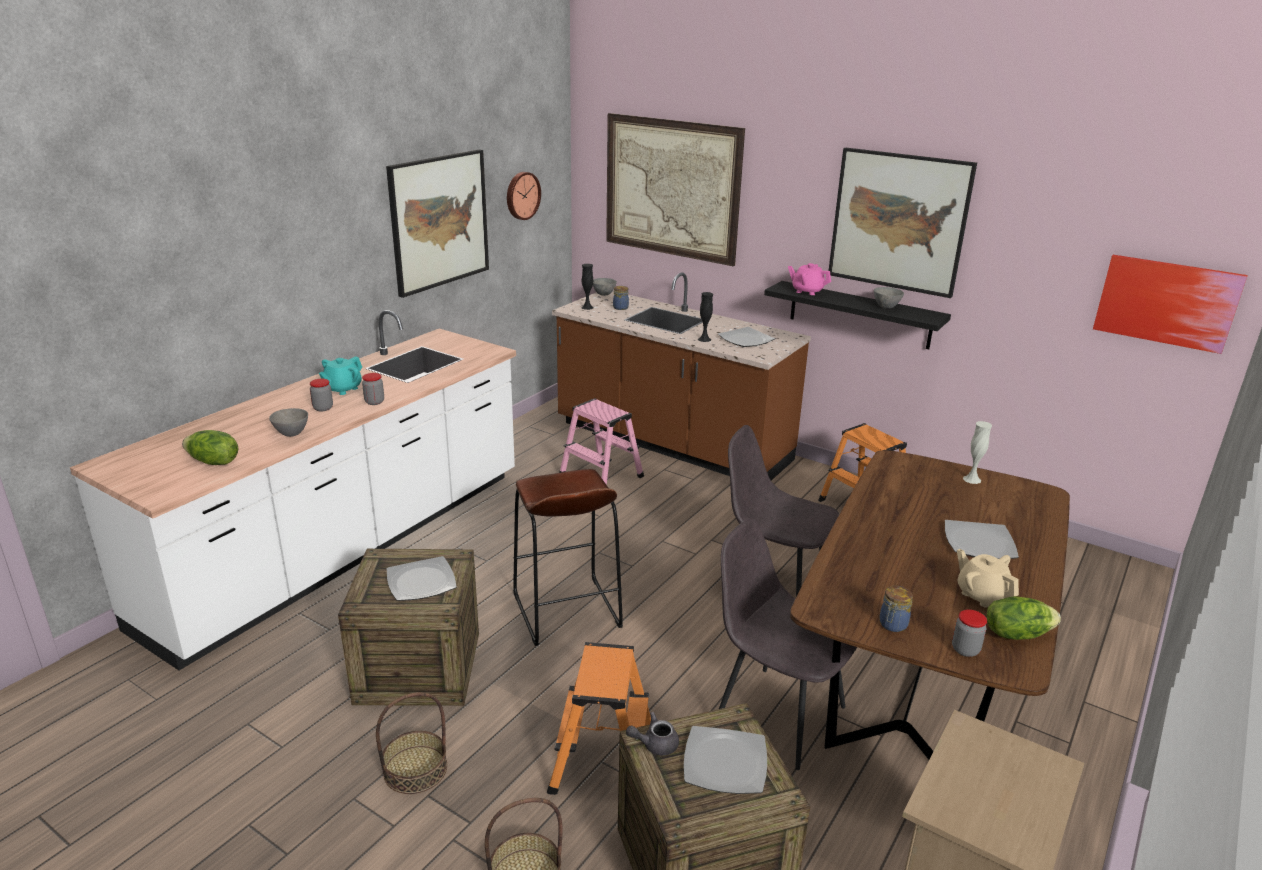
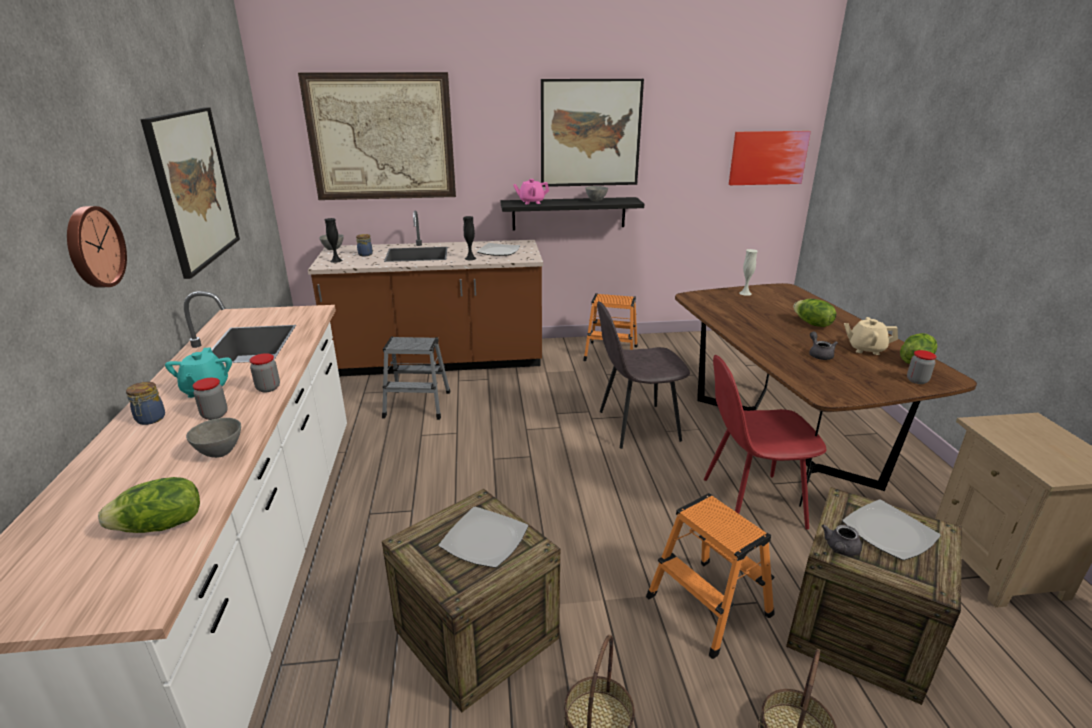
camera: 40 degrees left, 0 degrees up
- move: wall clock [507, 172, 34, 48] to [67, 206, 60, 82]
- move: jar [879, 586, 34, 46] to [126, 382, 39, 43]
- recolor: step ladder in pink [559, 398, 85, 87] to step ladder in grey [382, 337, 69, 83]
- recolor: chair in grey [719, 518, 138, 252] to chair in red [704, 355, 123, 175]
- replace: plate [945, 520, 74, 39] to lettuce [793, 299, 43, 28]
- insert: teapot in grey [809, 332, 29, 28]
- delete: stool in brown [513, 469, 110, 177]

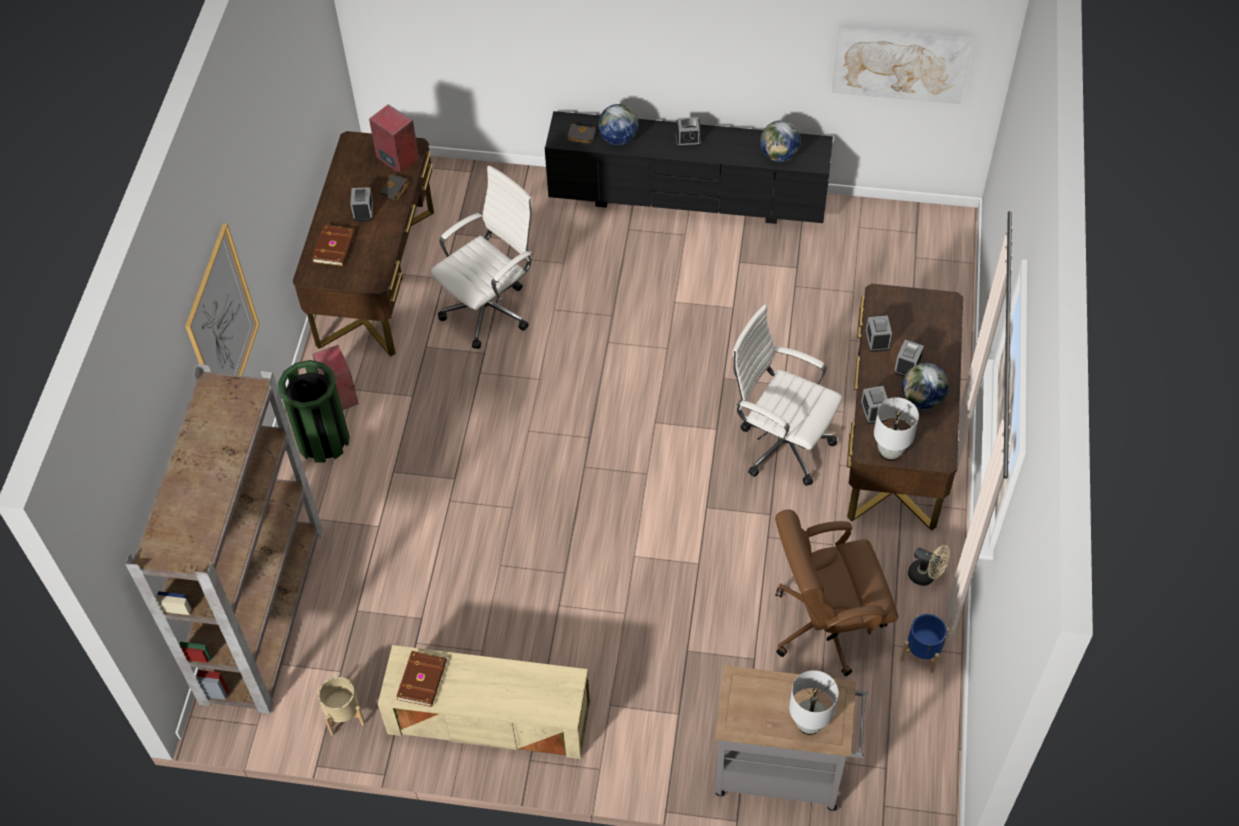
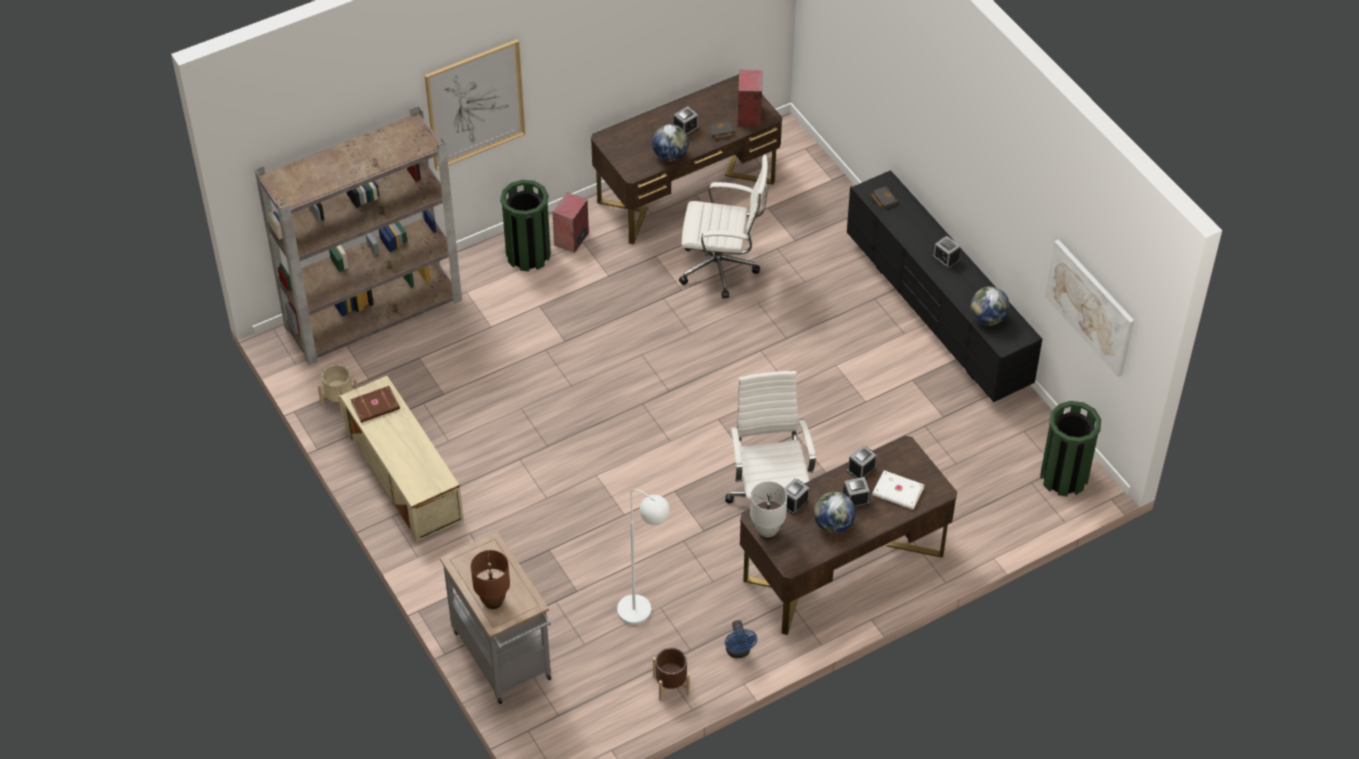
camera: 50 degrees right, 5 degrees down
- recolor: table lamp in white [789, 670, 50, 65] to table lamp in brown [471, 550, 39, 59]
- replace: office chair in brown [775, 510, 123, 166] to floor lamp in white [617, 489, 53, 136]
- move: globe [598, 104, 41, 41] to [652, 124, 37, 37]
- recolor: planter in blue [900, 614, 50, 59] to planter in brown [653, 648, 37, 53]
- recolor: fan in beige [908, 545, 42, 41] to fan in blue [725, 620, 32, 38]
- insert: book in white [872, 470, 52, 40]
- insert: trash can in green [1040, 401, 61, 95]
- delete: book in brown [312, 225, 43, 41]

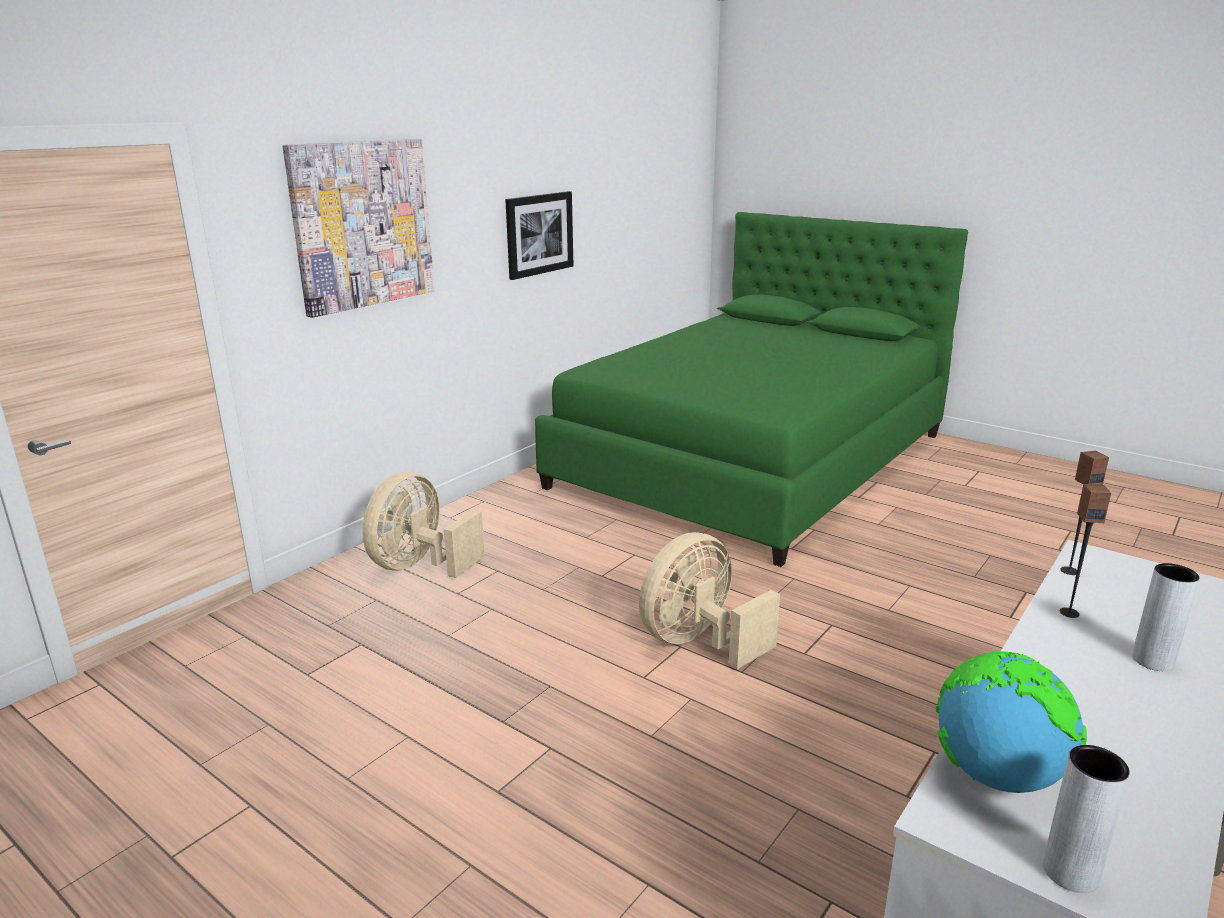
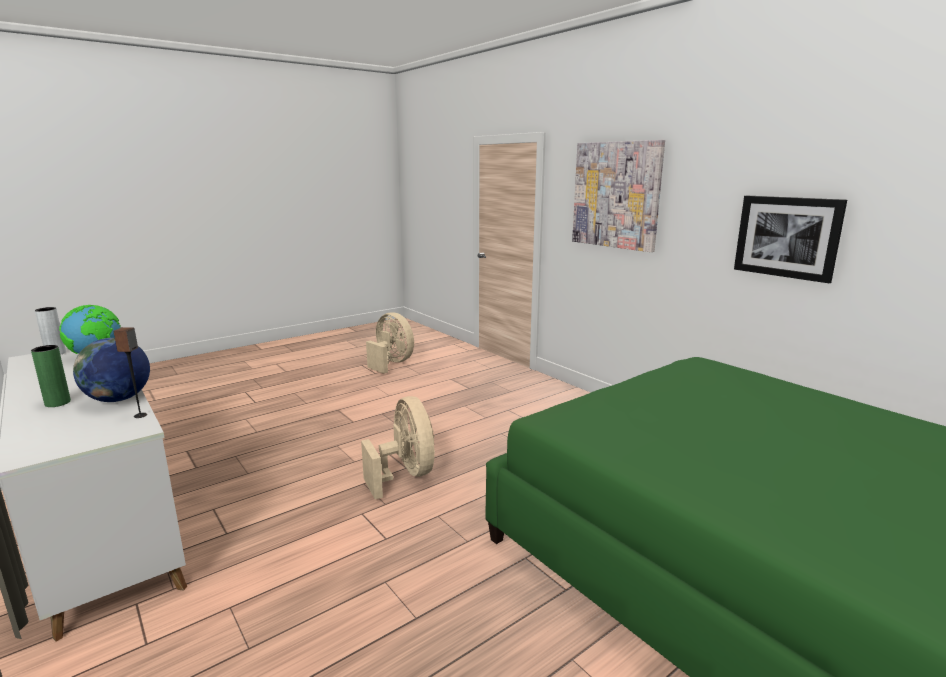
camera: 105 degrees right, 5 degrees down
- recolor: vase in grey [1132, 563, 68, 108] to vase in green [31, 345, 40, 62]
- replace: speaker [1060, 484, 51, 134] to globe [73, 338, 77, 64]
- move: fan in beige [362, 472, 123, 106] to [366, 312, 48, 62]

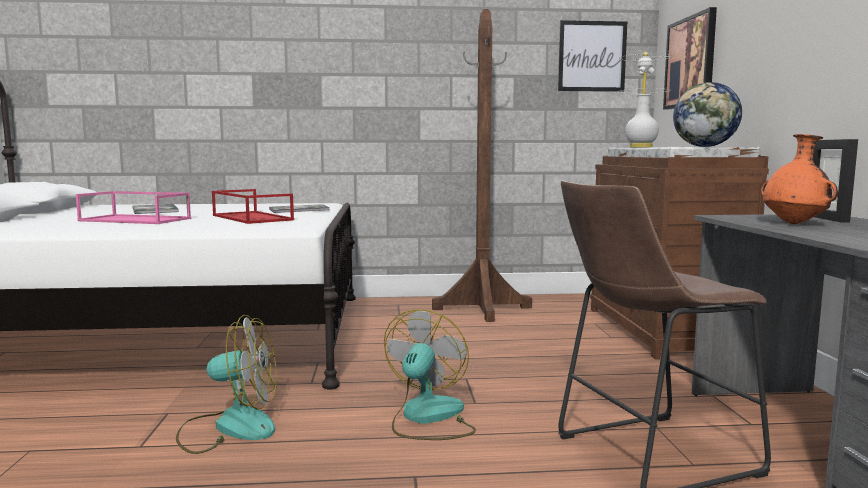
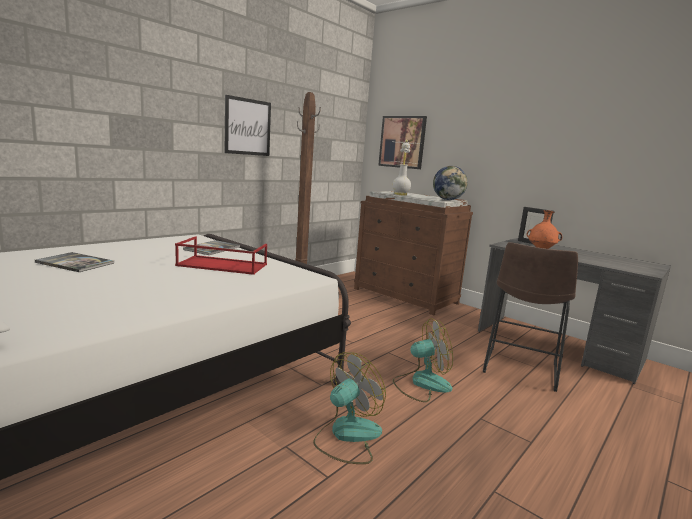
camera: 45 degrees left, 5 degrees up
- move: picture [558, 20, 69, 72] to [225, 95, 46, 61]
- rotate: fan [384, 309, 92, 131] = [393, 318, 60, 84] 105 degrees clockwise
- delete: tray in pink [76, 191, 115, 33]

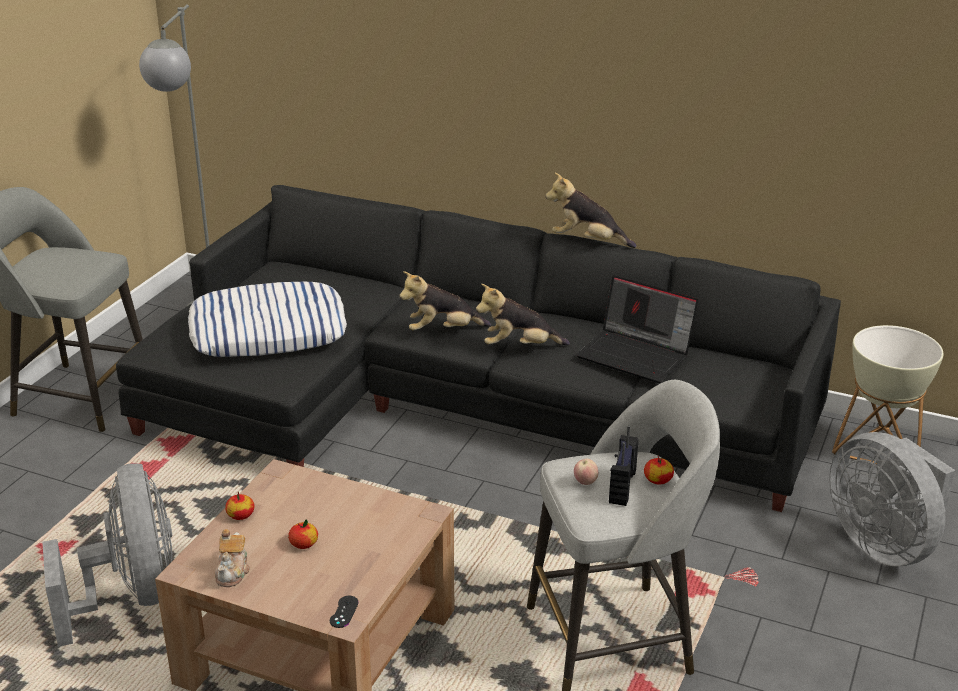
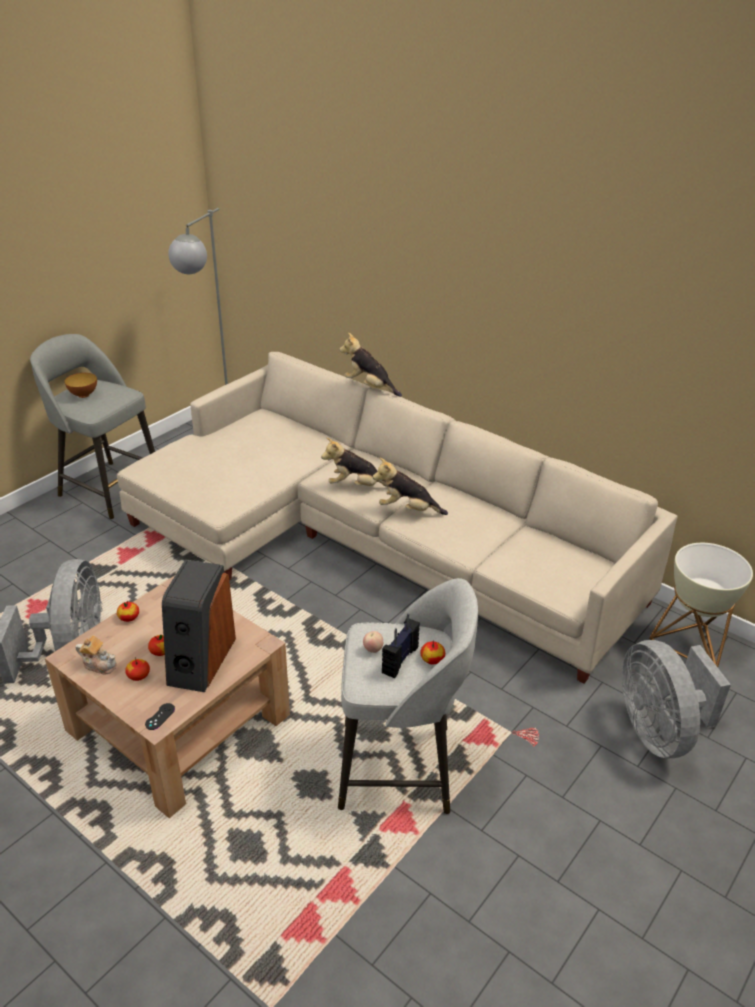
camera: 15 degrees right, 5 degrees up
- insert: bowl [64, 373, 33, 25]
- rotate: teapot [215, 529, 35, 58] = [76, 636, 41, 39] 90 degrees counterclockwise
- recolor: sofa in black [116, 185, 725, 327] to sofa in beige [117, 352, 561, 331]
- insert: apple [125, 657, 25, 24]
- insert: speaker [162, 559, 74, 133]
- move: plush toy [545, 173, 92, 75] to [340, 333, 62, 64]
- delete: pillow [188, 282, 159, 75]
- delete: laptop [576, 275, 122, 108]

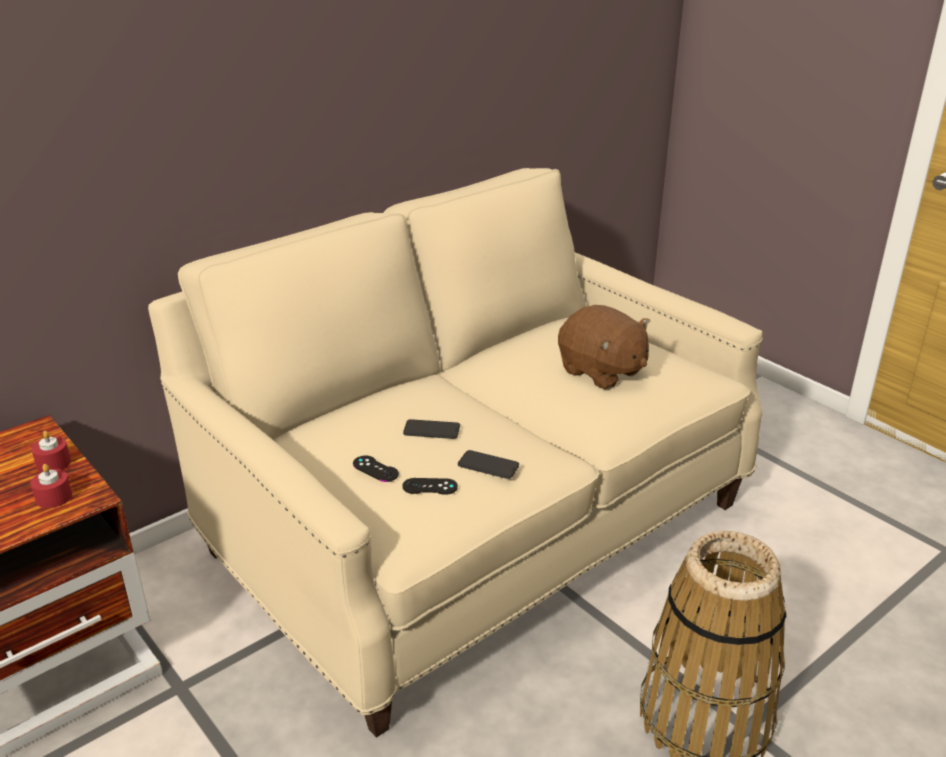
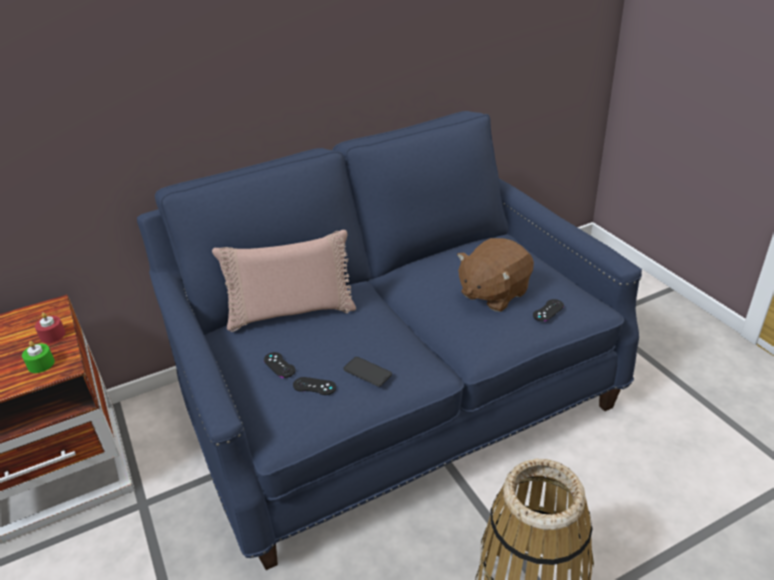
camera: 15 degrees right, 5 degrees up
- recolor: candle in red [31, 464, 41, 44] to candle in green [22, 341, 33, 32]
- recolor: sofa in beige [148, 168, 615, 570] to sofa in blue [137, 111, 505, 459]
- insert: pillow in beige [212, 230, 144, 102]
- rotate: plush toy in brown [558, 305, 92, 85] = [457, 238, 77, 74] 75 degrees clockwise
- insert: game controller in black [533, 299, 31, 22]
- delete: phone [403, 419, 57, 20]

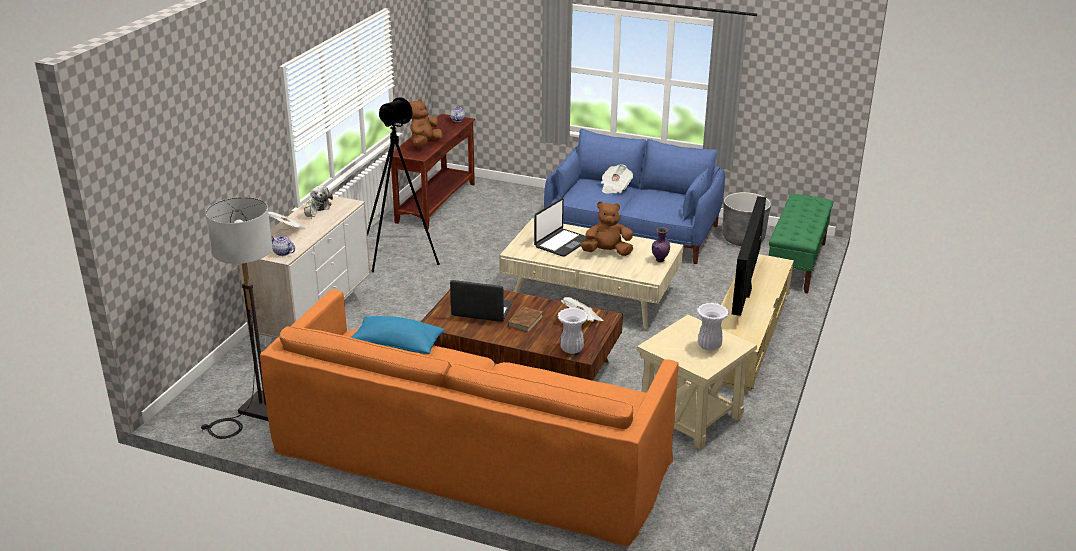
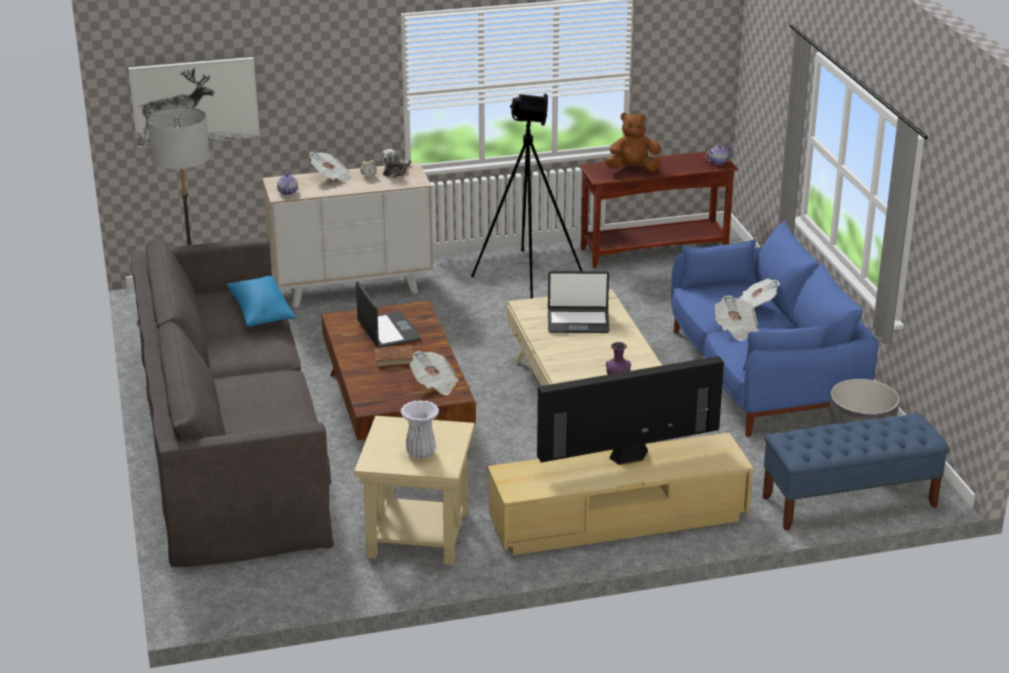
camera: 55 degrees right, 0 degrees up
- insert: picture [128, 57, 132, 91]
- recolor: sofa in orange [260, 289, 419, 257] to sofa in grey [131, 237, 203, 330]
- insert: newspaper [715, 296, 44, 45]
- recolor: bench in green [769, 194, 64, 100] to bench in blue [763, 413, 187, 118]
- delete: vase in white [557, 308, 31, 46]
- delete: plush toy in brown [581, 201, 52, 55]

